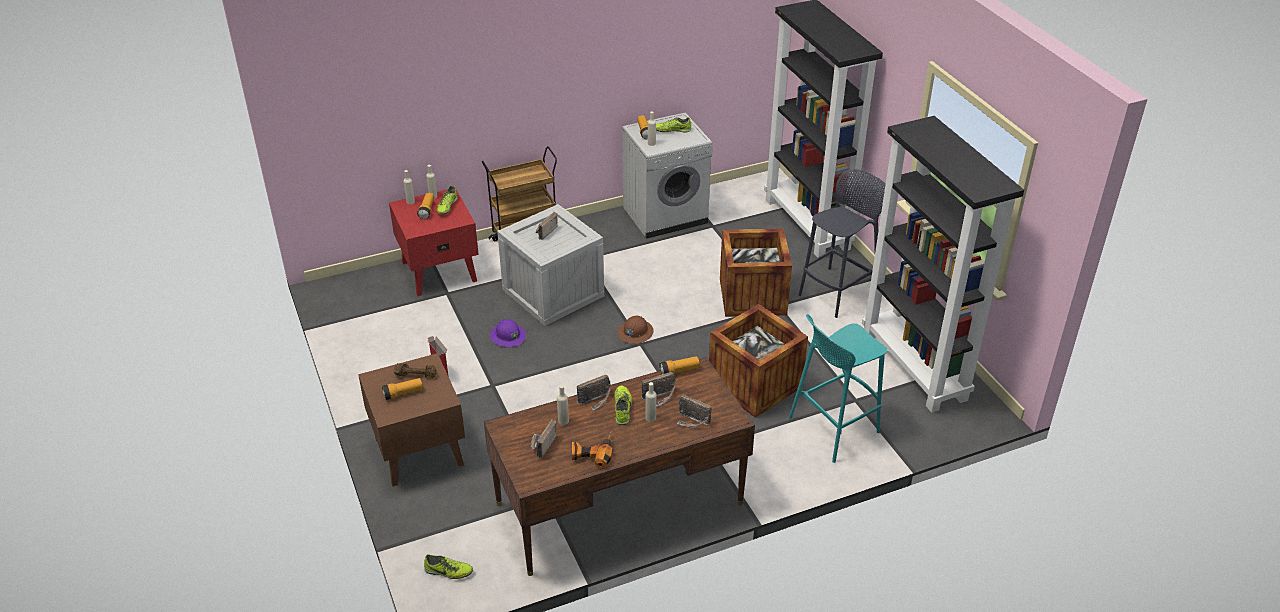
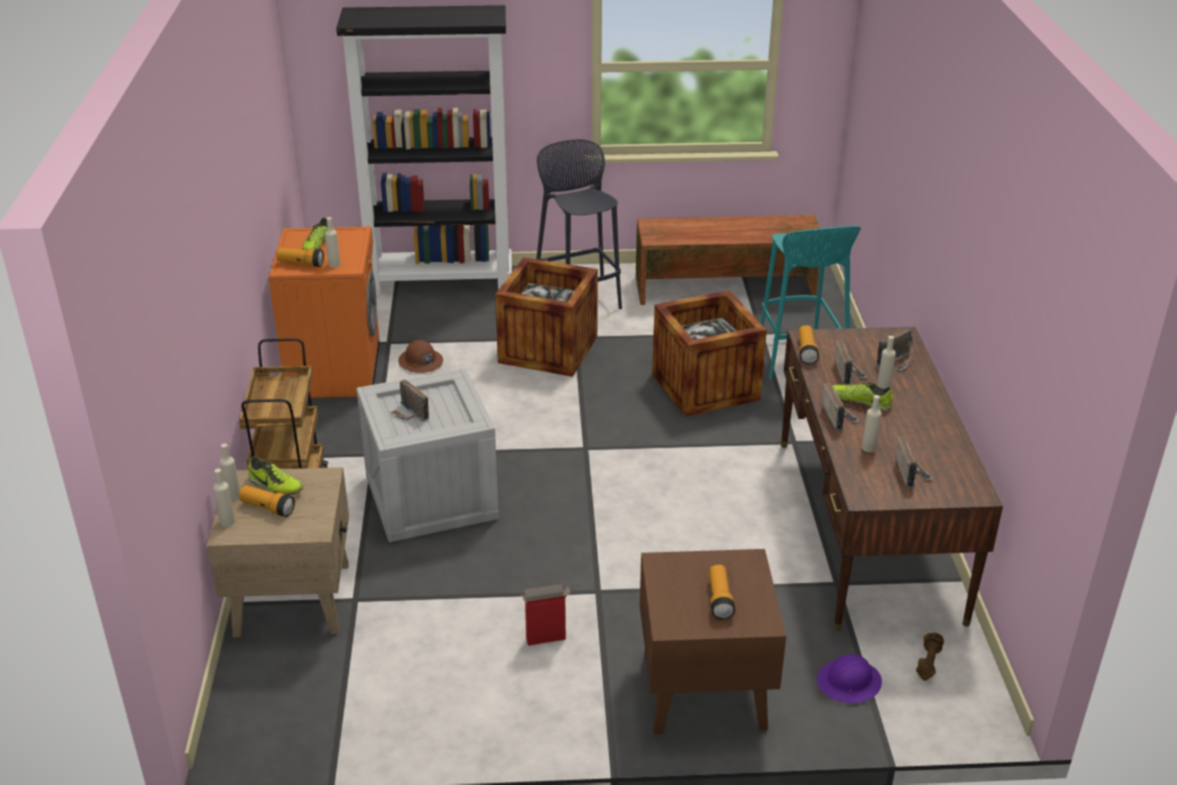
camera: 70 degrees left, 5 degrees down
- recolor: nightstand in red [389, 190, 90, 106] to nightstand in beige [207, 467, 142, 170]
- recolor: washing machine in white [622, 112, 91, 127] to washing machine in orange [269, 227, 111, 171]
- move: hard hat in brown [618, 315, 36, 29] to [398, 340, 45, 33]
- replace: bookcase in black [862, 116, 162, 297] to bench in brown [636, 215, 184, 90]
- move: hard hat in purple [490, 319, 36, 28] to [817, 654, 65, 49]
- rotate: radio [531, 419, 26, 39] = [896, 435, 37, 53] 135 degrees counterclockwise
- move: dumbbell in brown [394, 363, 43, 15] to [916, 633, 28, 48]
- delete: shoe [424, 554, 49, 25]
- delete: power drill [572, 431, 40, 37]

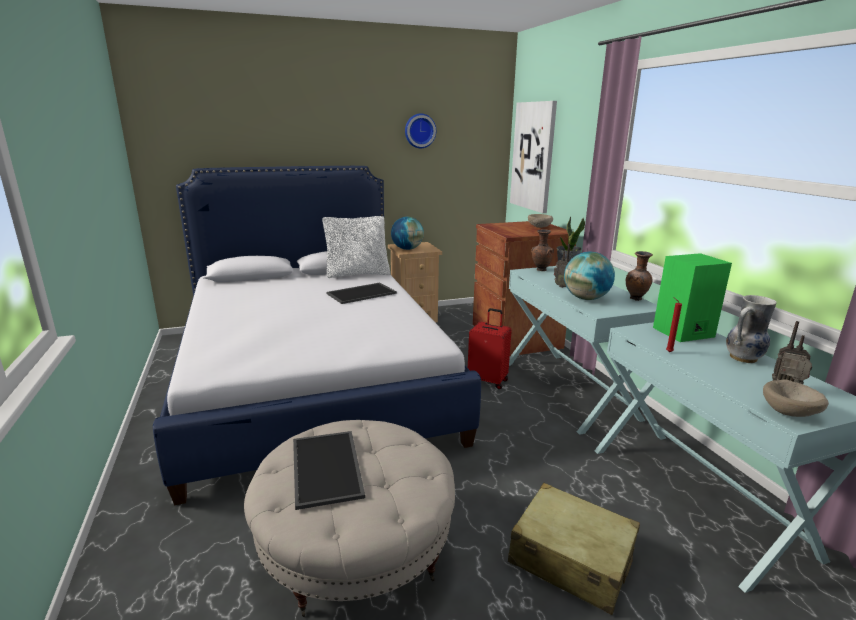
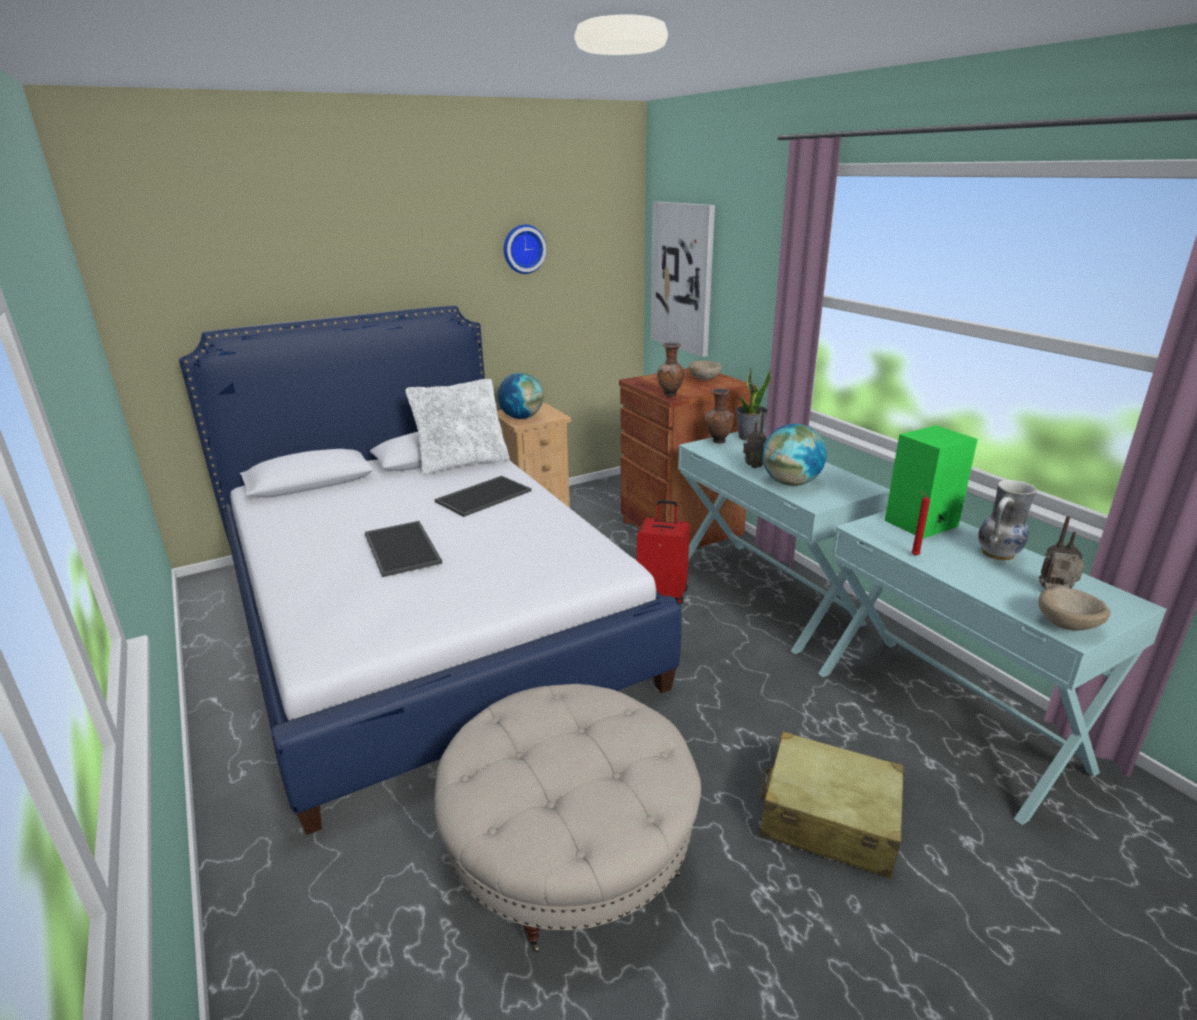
camera: 10 degrees left, 5 degrees up
- move: tray [293, 431, 72, 79] to [365, 521, 77, 56]
- move: vase in brown [626, 251, 27, 50] to [657, 342, 27, 55]

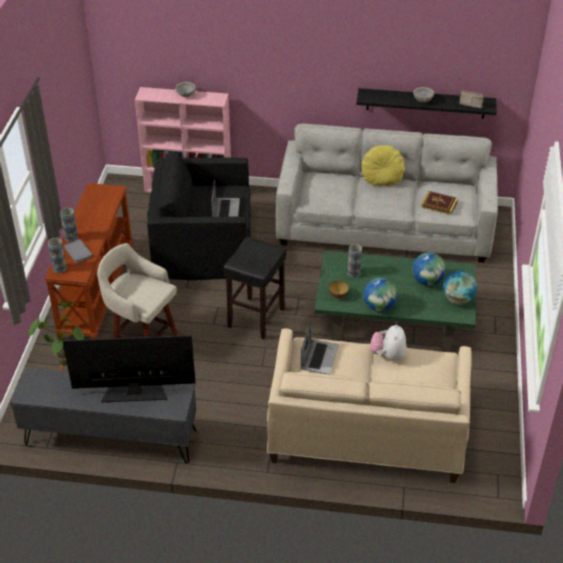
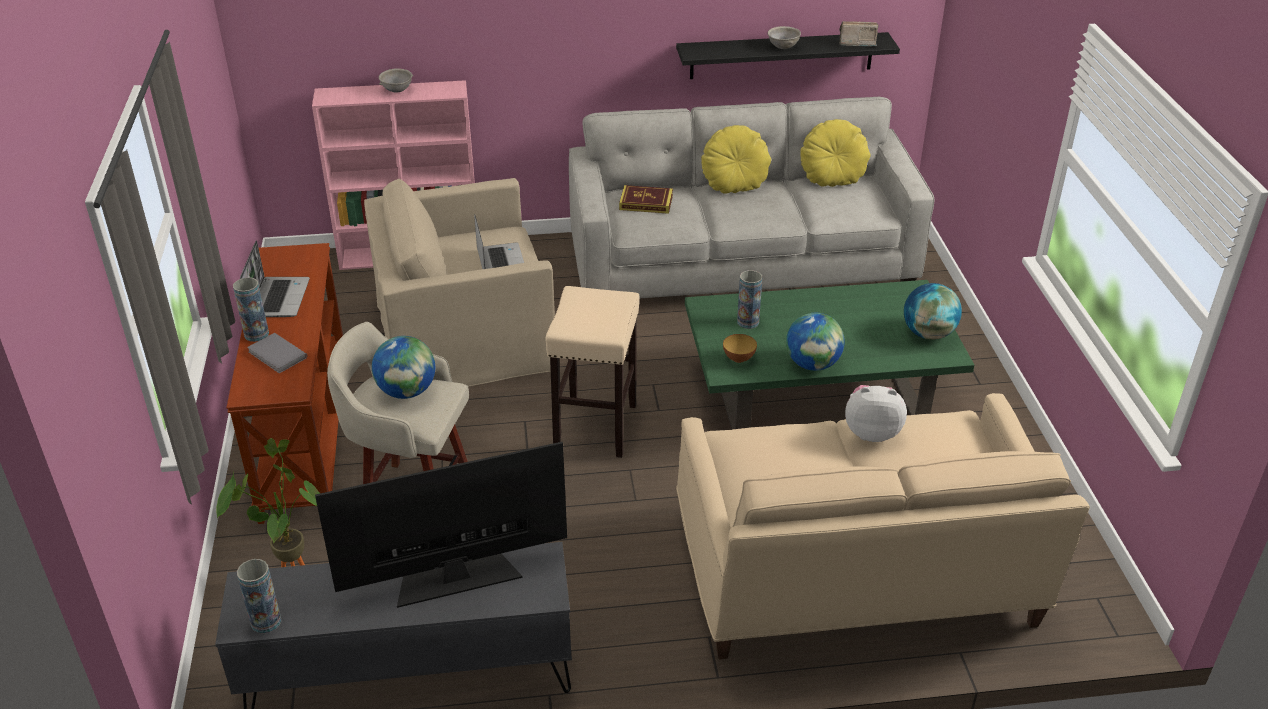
camera: 15 degrees left, 5 degrees down
- move: vase [48, 238, 19, 35] to [237, 559, 44, 75]
- move: laptop [301, 320, 38, 54] to [240, 241, 70, 76]
- recolor: armchair in black [147, 151, 104, 129] to armchair in beige [364, 178, 191, 209]
- move: globe [412, 252, 34, 34] to [372, 336, 63, 63]
- recolor: stool in black [224, 236, 62, 103] to stool in beige [546, 286, 93, 172]
- move: book [421, 191, 37, 24] to [619, 185, 54, 29]
- insert: pillow in yellow [800, 119, 71, 68]
- rotate: plush toy [370, 324, 36, 37] = [845, 385, 62, 57] 105 degrees clockwise

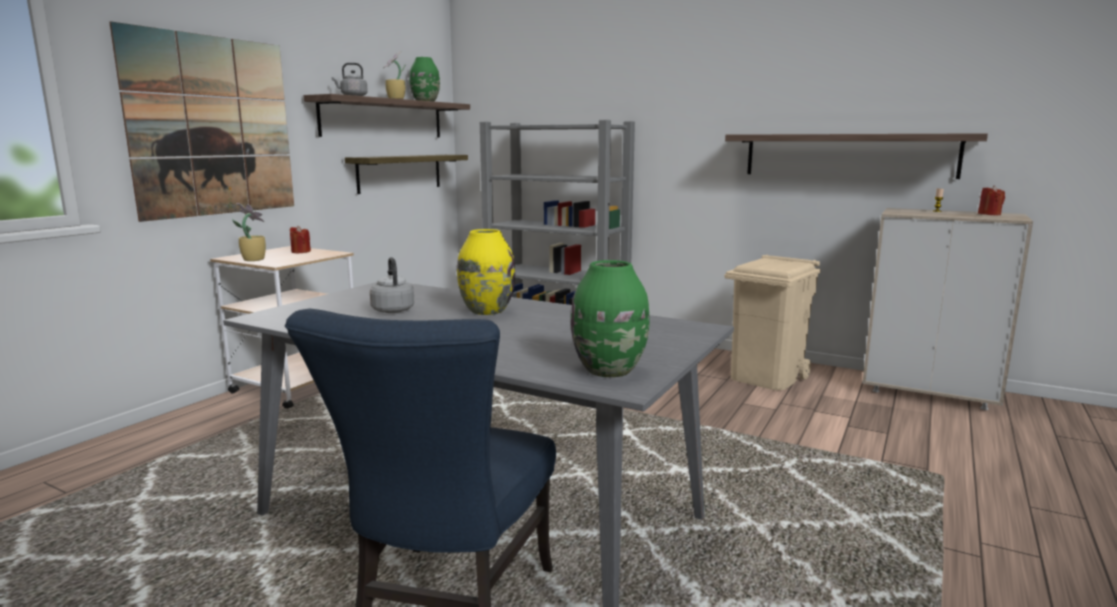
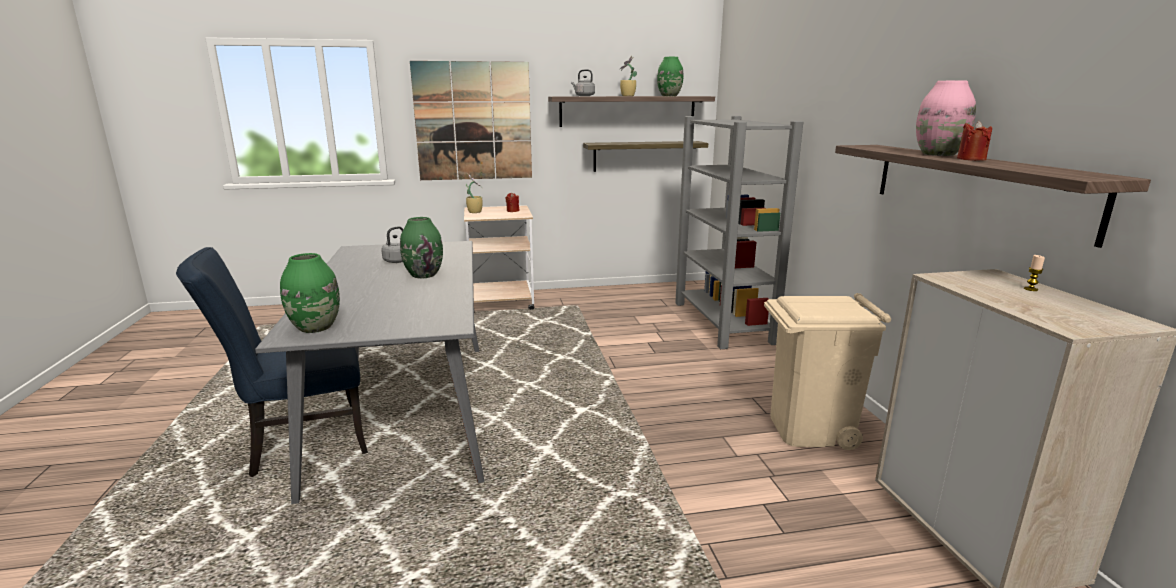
camera: 50 degrees right, 5 degrees up
- recolor: vase in yellow [457, 229, 58, 86] to vase in green [400, 217, 43, 61]
- insert: vase in pink [916, 81, 60, 75]
- move: candle in red [978, 185, 27, 30] to [957, 120, 35, 41]

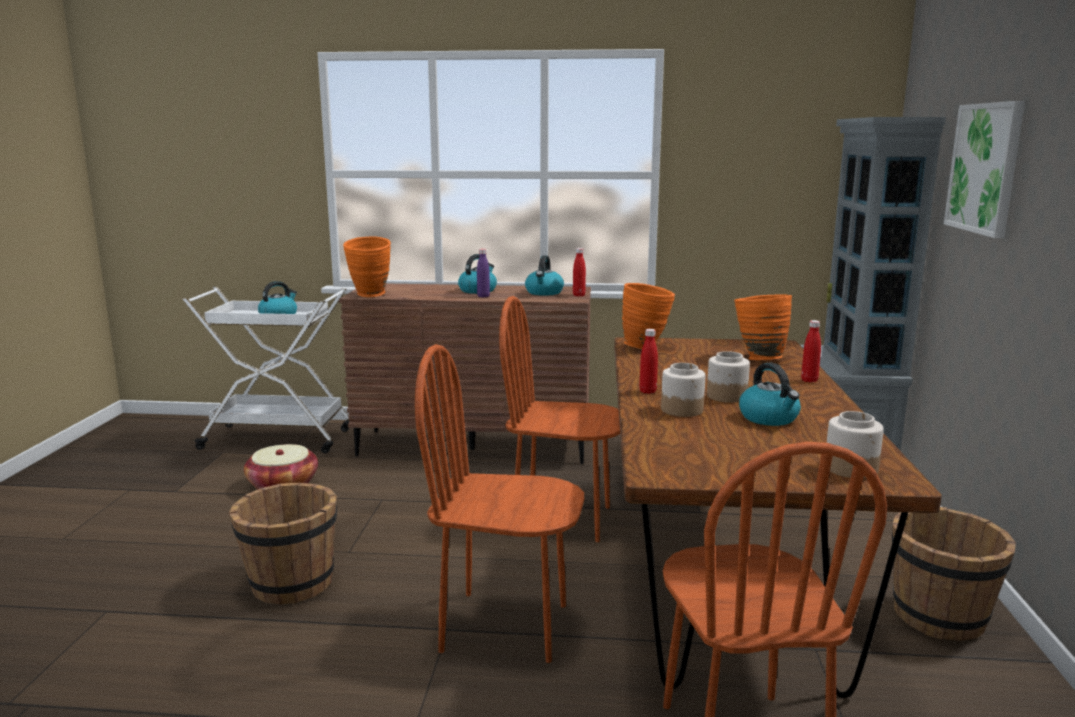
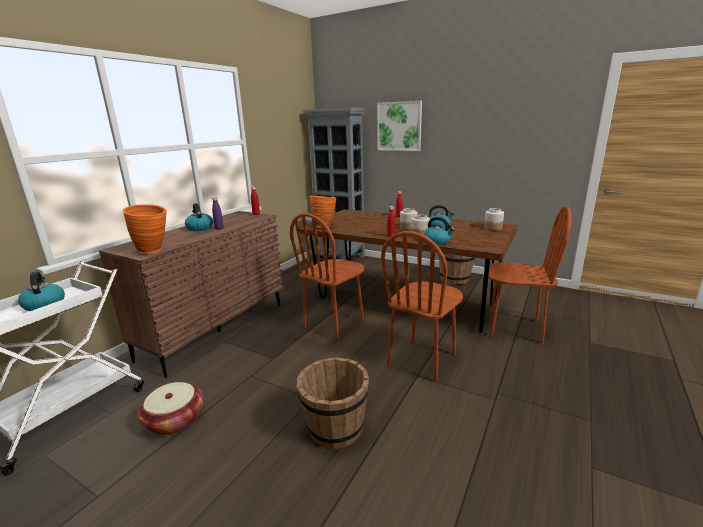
camera: 65 degrees left, 5 degrees up
- move: kettle [525, 255, 39, 41] to [424, 217, 31, 28]
- delete: vase in orange [734, 295, 58, 65]

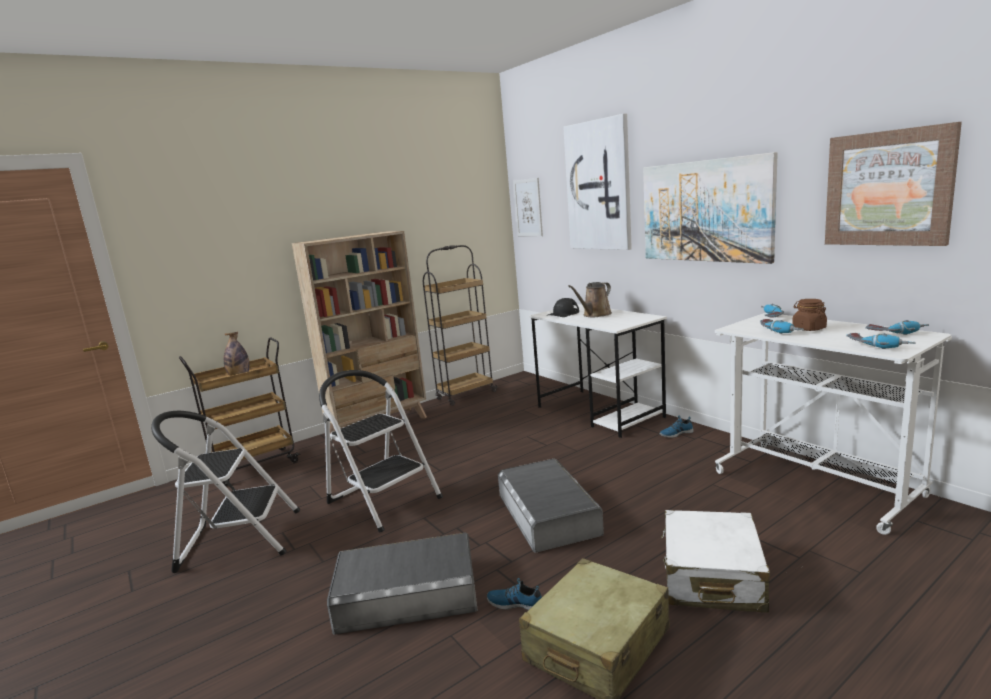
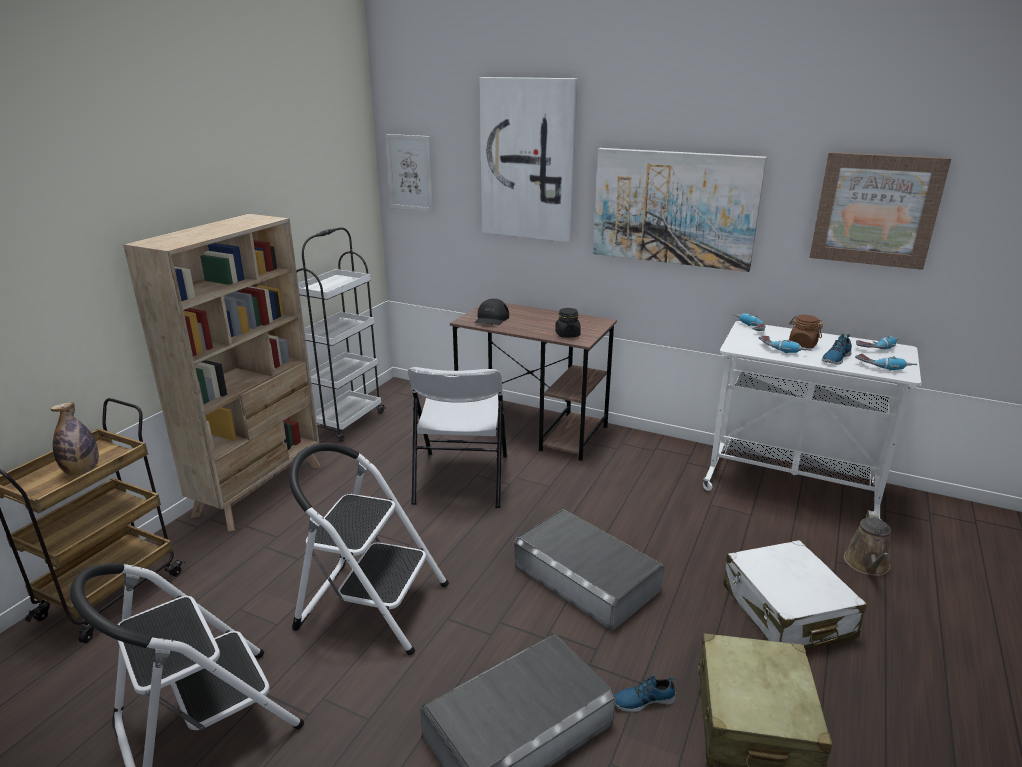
camera: 30 degrees left, 10 degrees up
- recolor: cart in brown [423, 245, 76, 161] to cart in white [296, 227, 90, 215]
- insert: chair in white [408, 367, 100, 141]
- recolor: desk in white [529, 304, 138, 134] to desk in brown [450, 303, 167, 158]
- insert: jar in black [555, 308, 26, 30]
- move: shoe [660, 416, 34, 22] to [822, 333, 30, 31]
- move: watering can in brown [568, 282, 44, 35] to [844, 510, 47, 66]

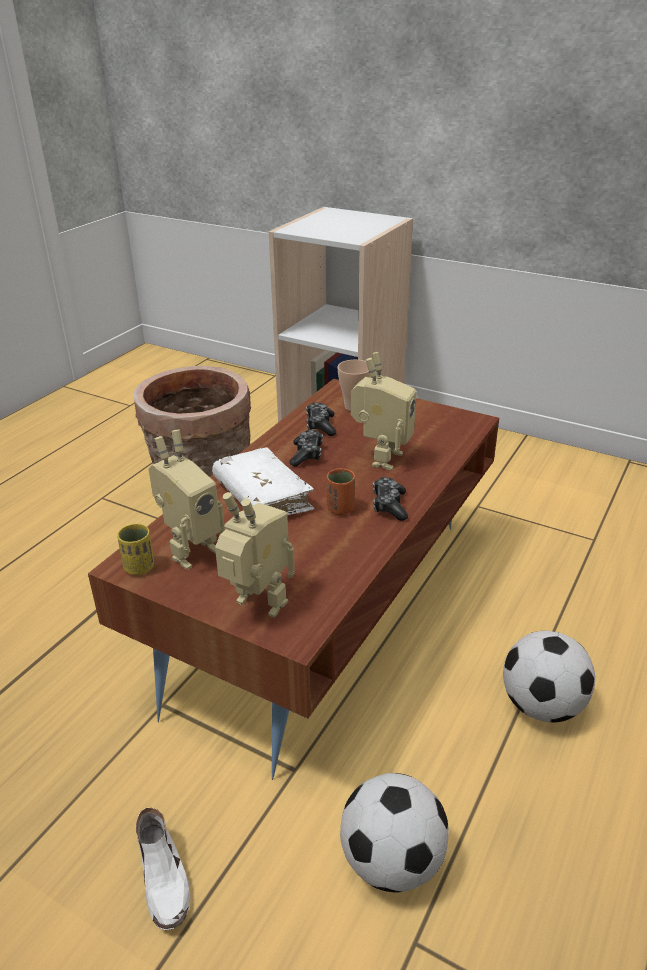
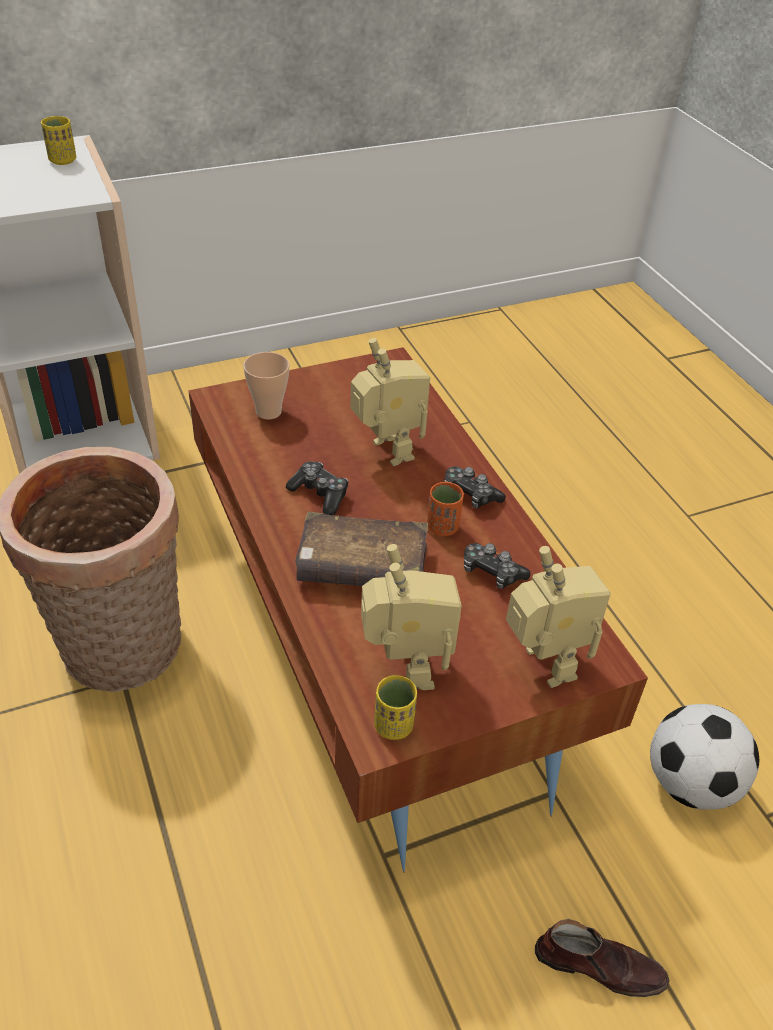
camera: 55 degrees left, 10 degrees up
- insert: cup in yellow [41, 116, 35, 49]
- recolor: book in white [212, 447, 102, 68] to book in brown [295, 512, 133, 75]
- move: game controller [306, 402, 31, 34] to [464, 543, 67, 46]
- rotate: toy robot [215, 492, 80, 126] = [506, 546, 105, 142] 90 degrees clockwise
- recolor: shoe in white [136, 808, 55, 122] to shoe in brown [535, 919, 135, 78]
- delete: football [503, 631, 92, 92]

